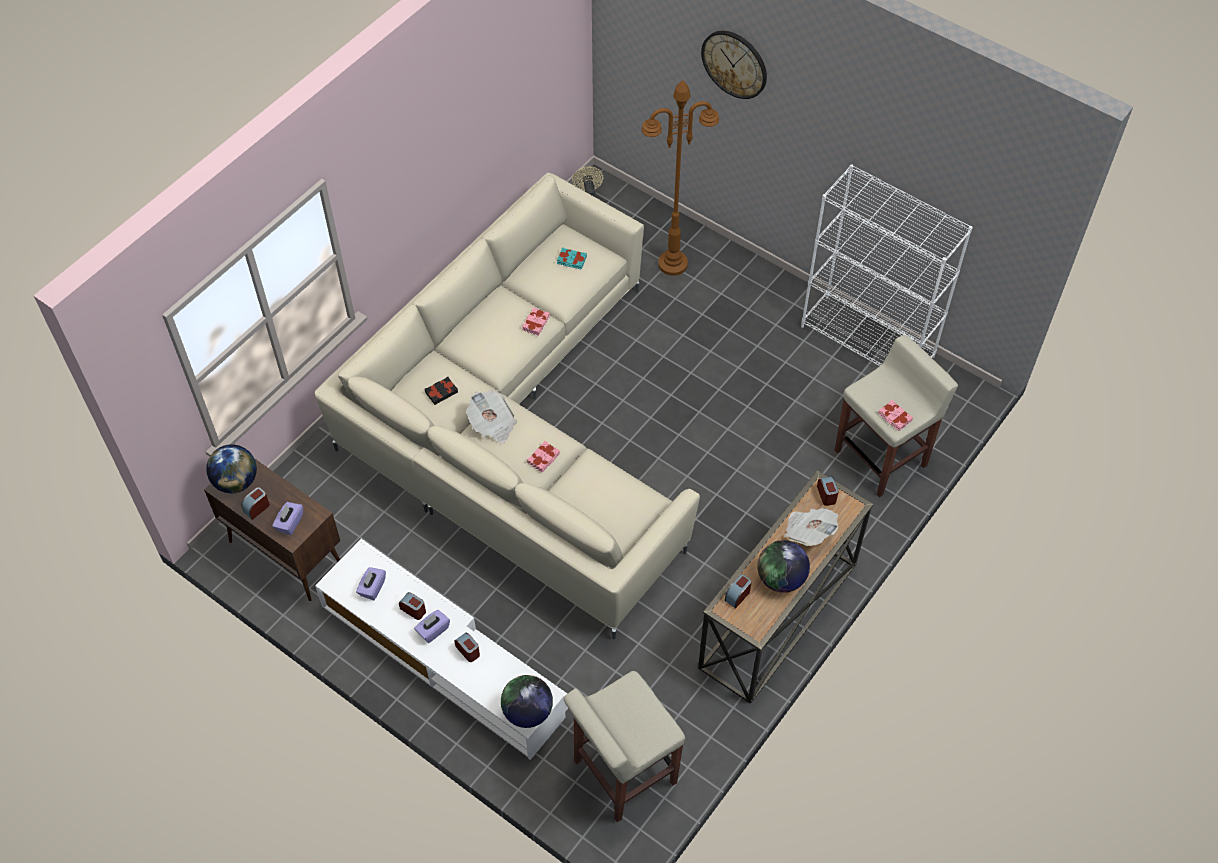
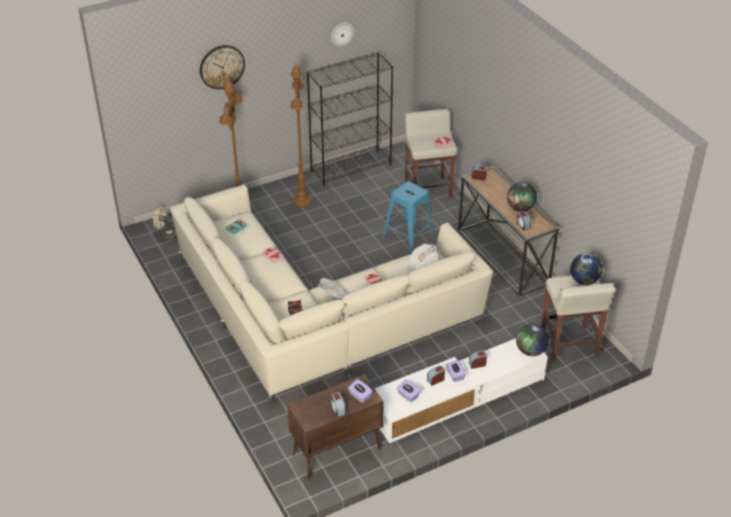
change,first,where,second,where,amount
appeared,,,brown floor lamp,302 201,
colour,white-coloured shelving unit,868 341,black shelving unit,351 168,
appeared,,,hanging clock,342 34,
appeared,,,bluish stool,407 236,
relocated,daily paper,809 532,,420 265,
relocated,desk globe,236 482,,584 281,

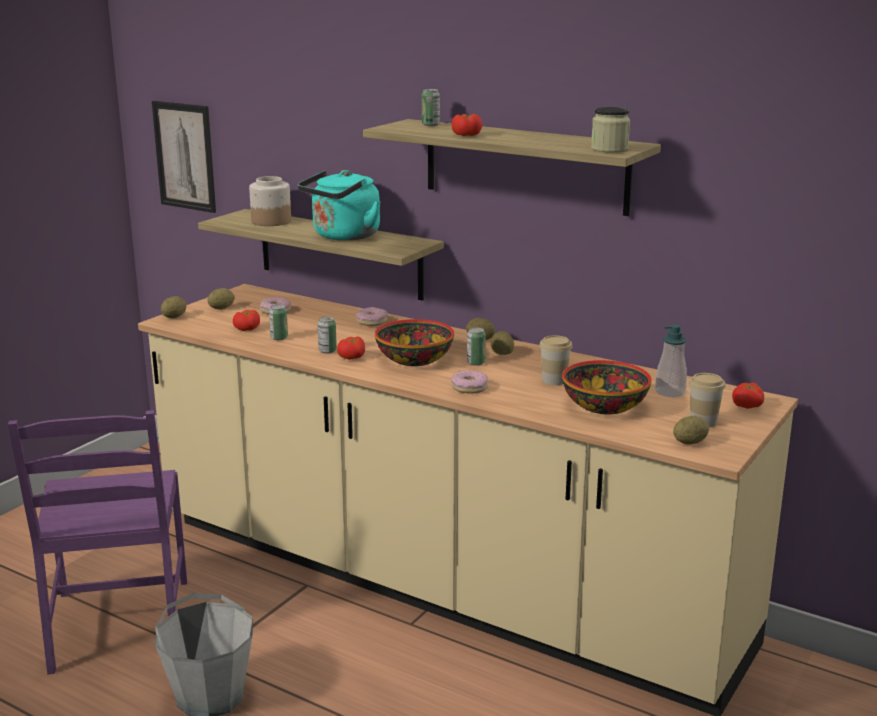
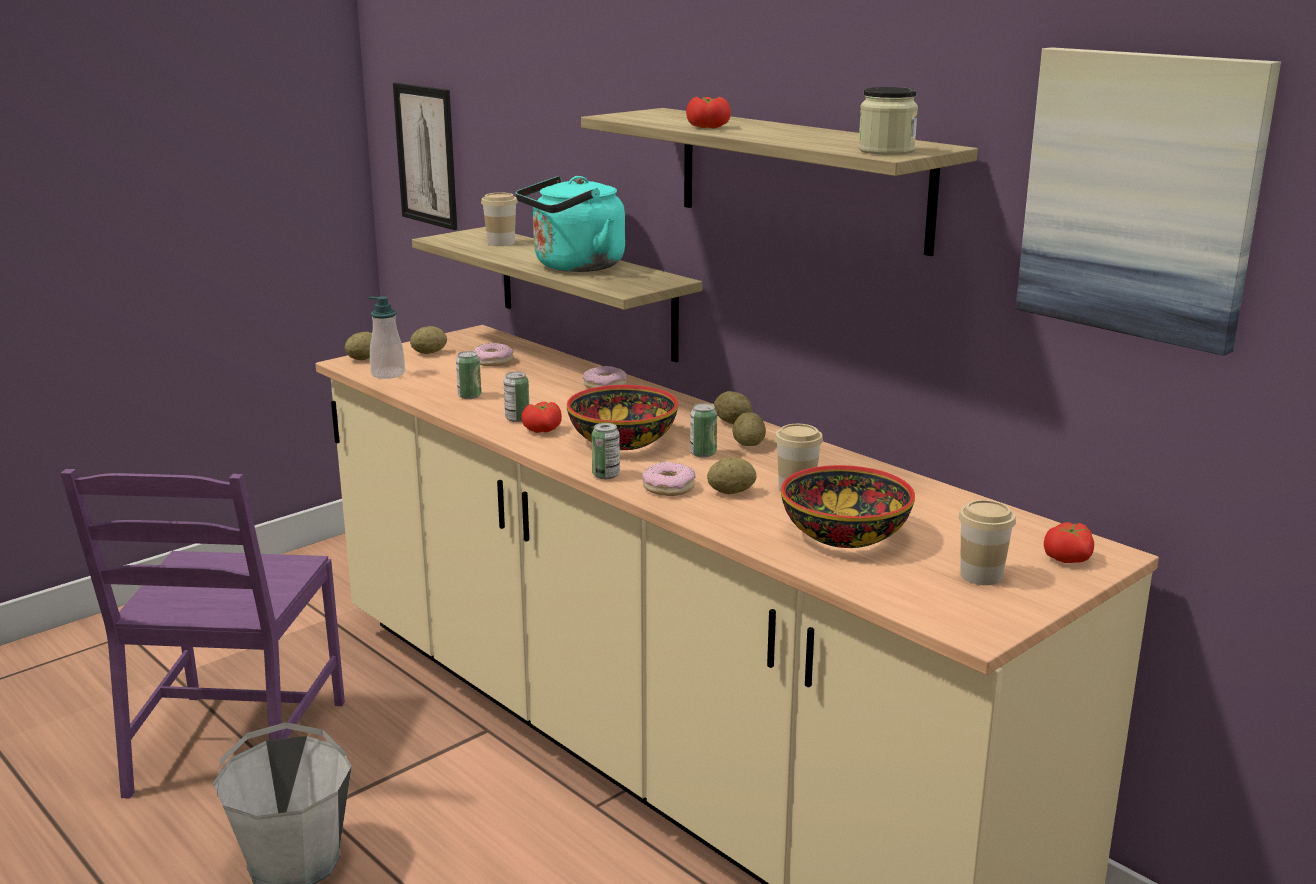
change,first,where,second,where,amount
relocated,soap bottle,670 392,,388 374,
exchanged,preserve jar,270 221,small cup,501 243,
relocated,can,430 125,,606 475,
relocated,spud,690 442,,731 492,
appeared,,,wall picture,1140 195,
missing,fresh tomato,247 329,,,

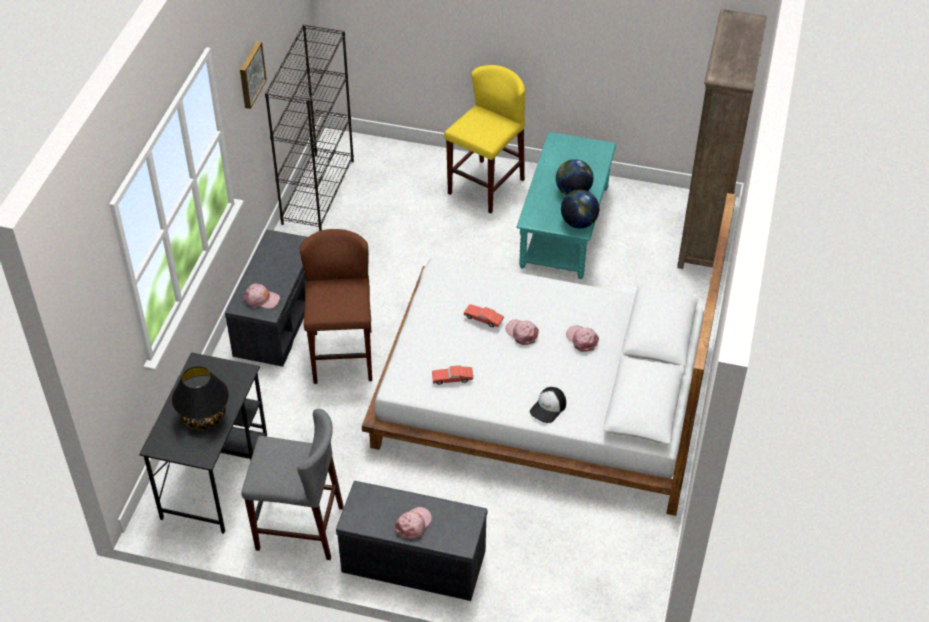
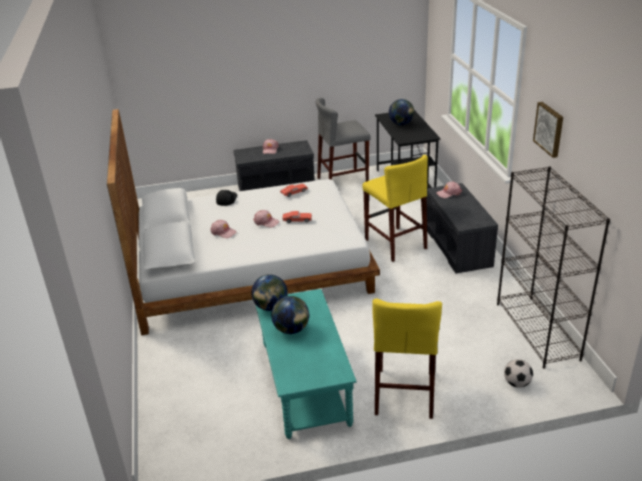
change,first,where,second,where,amount
colour,brown stool,342 357,yellowish stool,395 244,
exchanged,black table lamp,204 416,desk globe,401 124,
appeared,,,football,517 383,
missing,brown shelving unit,704 236,,,

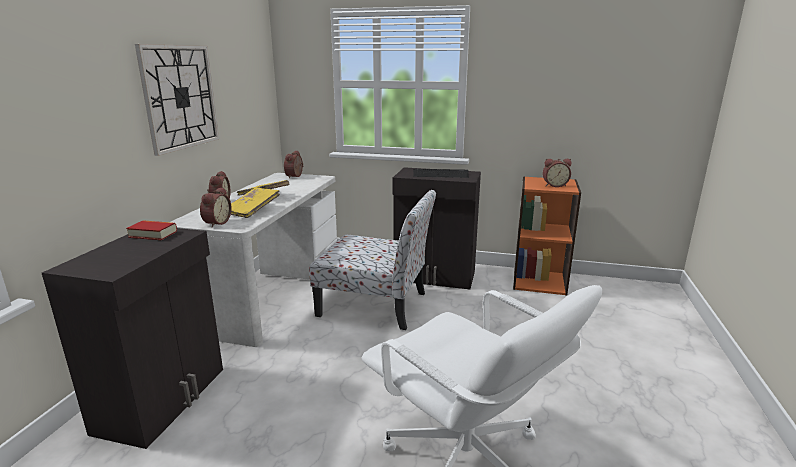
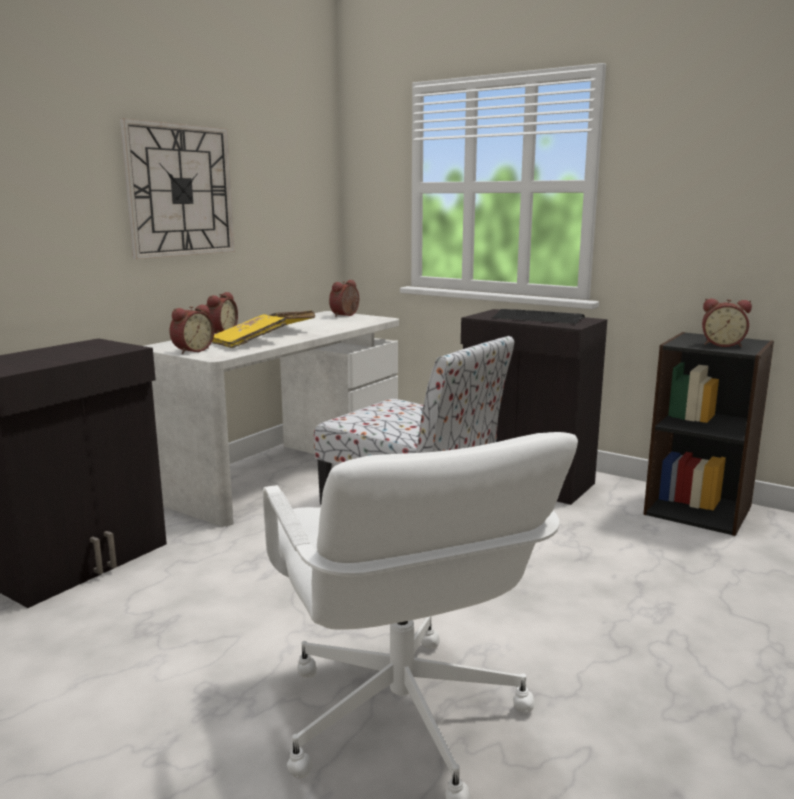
change,first,where,second,where,amount
colour,orange shelving unit,539 281,black shelving unit,698 510,
missing,bound book,153 234,,,

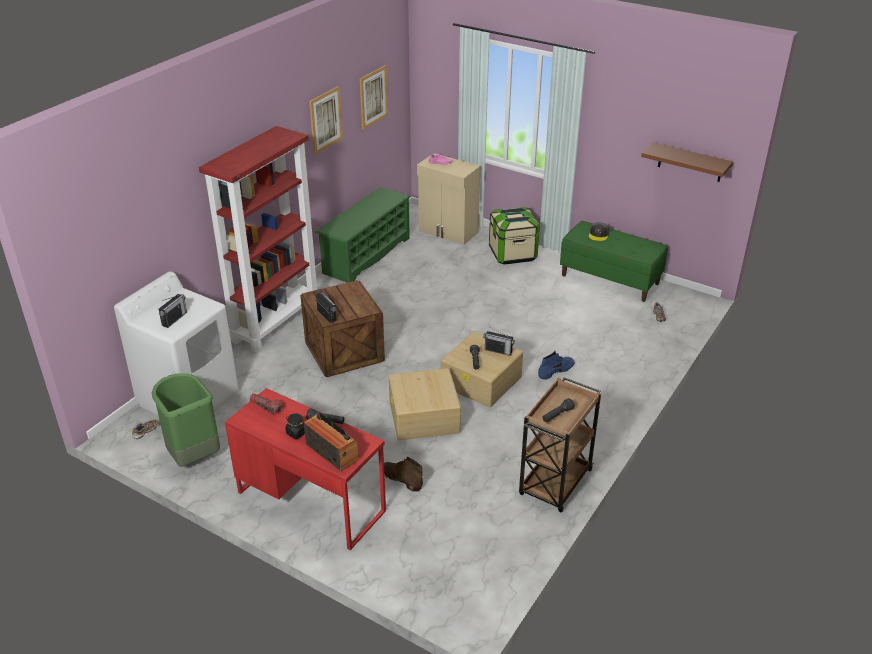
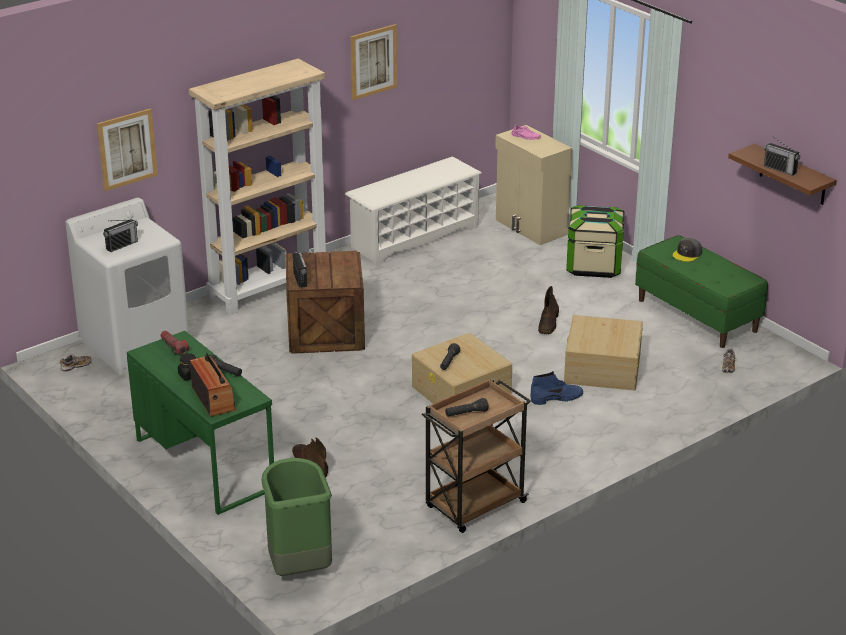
change,first,where,second,where,amount
relocated,wall picture,373 97,,127 149,
colour,red-coloured desk,311 501,greenish desk,204 464,
colour,red-coloured shelving unit,276 322,sand-coloured shelving unit,269 288,
relocated,greenish trash can,192 456,,298 567,
colour,greenish shoe shelf,366 255,white-coloured shoe shelf,414 237,
appeared,,,brown high-top boot,548 324,
relocated,sand-coloured storage bin,424 416,,602 368,
relocated,radio,498 351,,780 169,

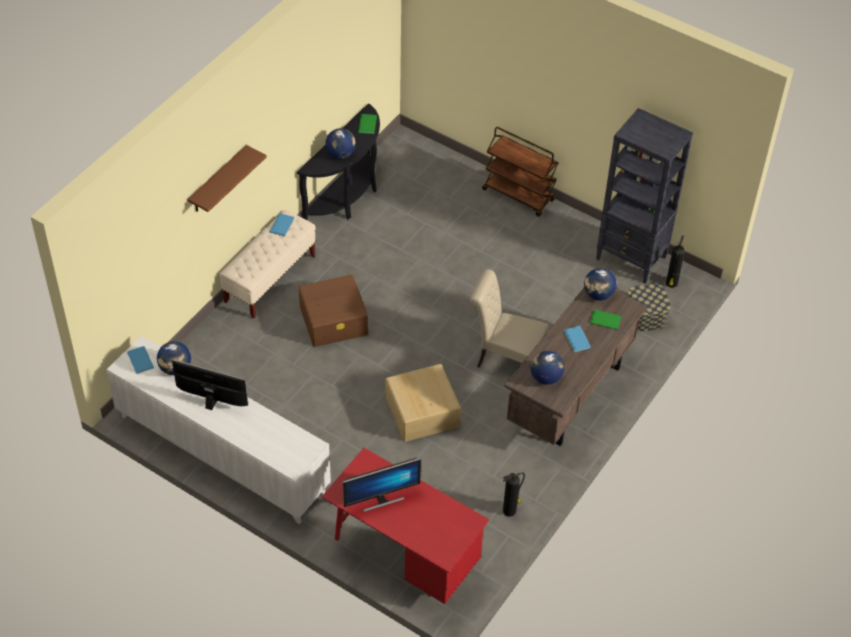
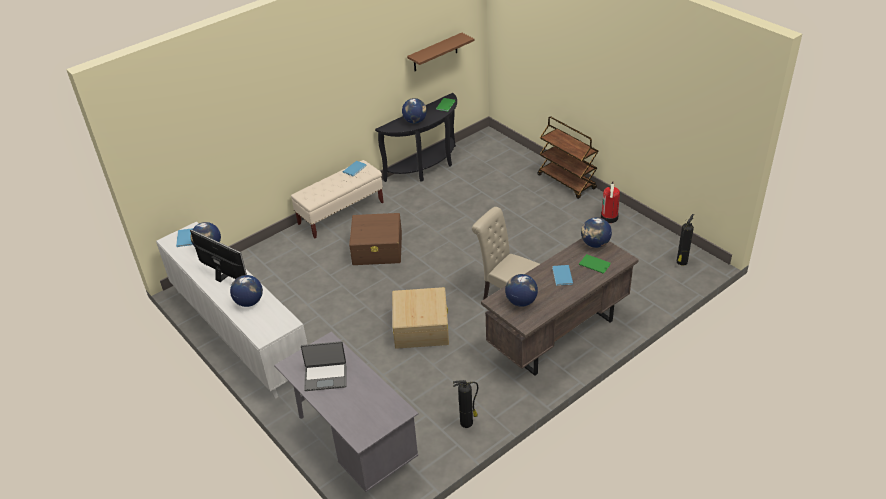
change,first,where,second,where,amount
appeared,,,desk globe,249 302,
colour,red-coloured desk,403 556,greyish desk,353 443,
exchanged,computer display,381 499,notebook computer,325 377,
relocated,brown bracket shelf,218 180,,435 52,
appeared,,,extinguisher,609 217,
missing,black shelving unit,631 258,,,
missing,storage bin,646 316,,,

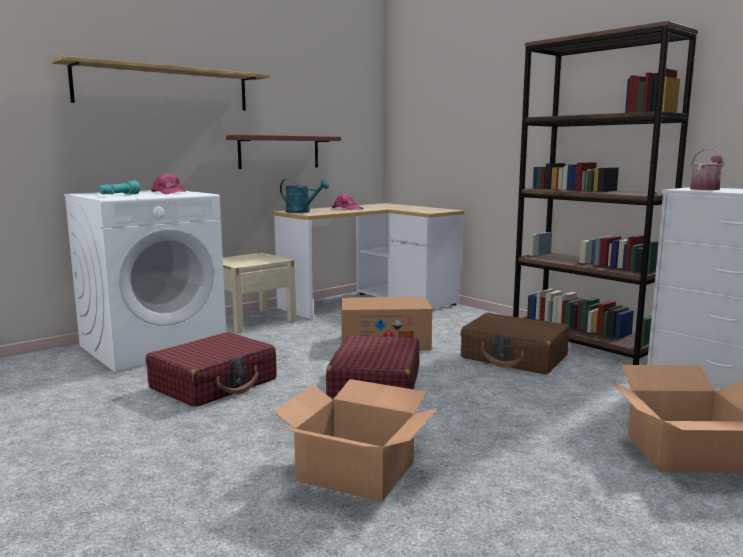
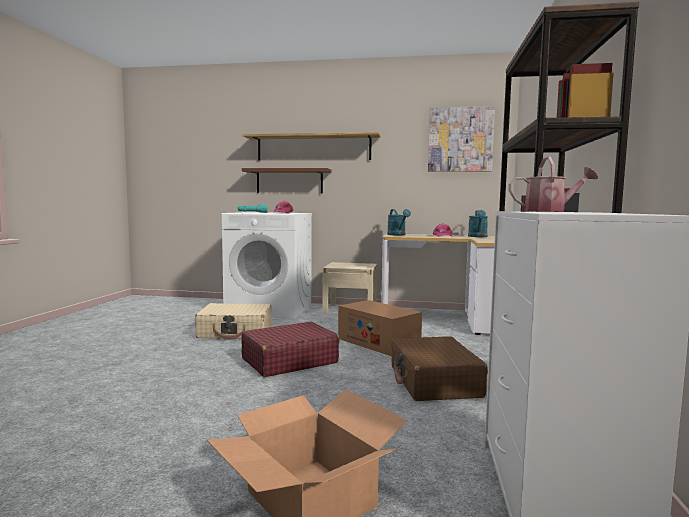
change,first,where,second,where,amount
colour,red-coloured piece of luggage,214 384,sand-coloured piece of luggage,235 332,
relocated,brown bracket shelf,279 152,,289 181,
appeared,,,wall picture,460 139,
appeared,,,turquoise watering pot,478 236,
missing,packing box,356 471,,,

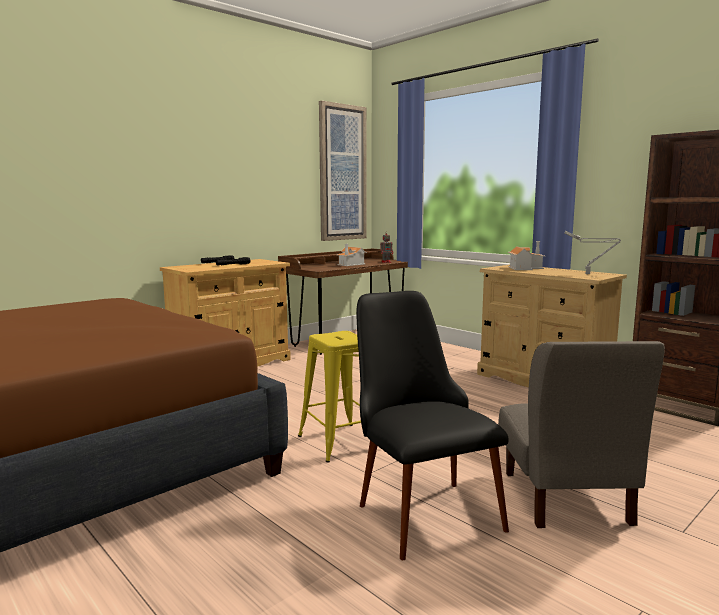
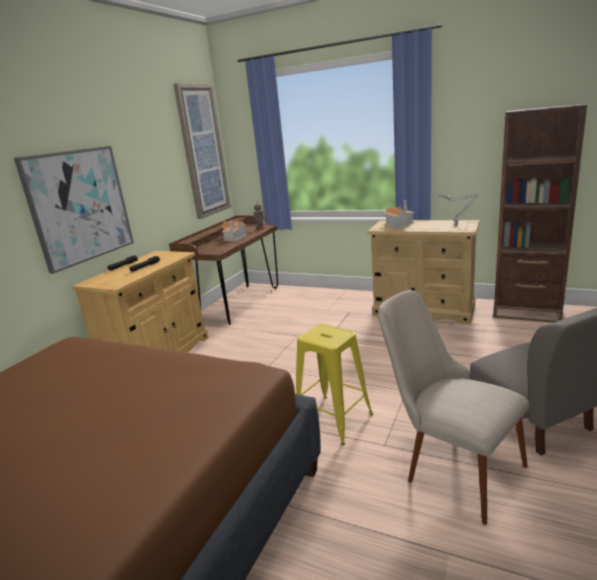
change,first,where,second,where,amount
appeared,,,wall picture,80 206,
colour,black chair,419 505,sand-coloured chair,448 464,

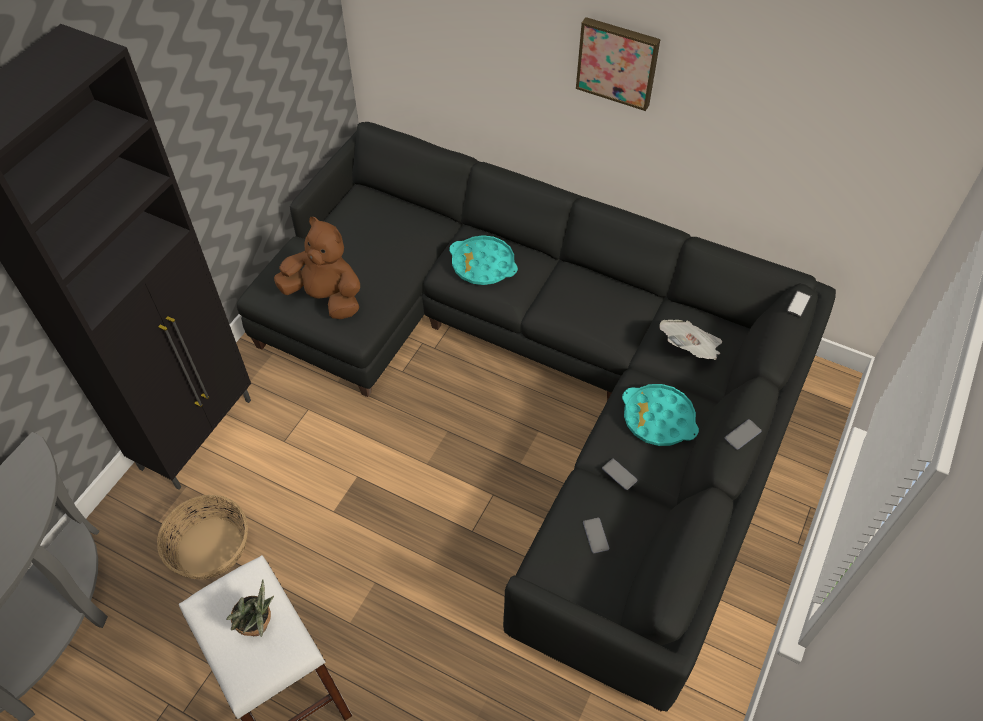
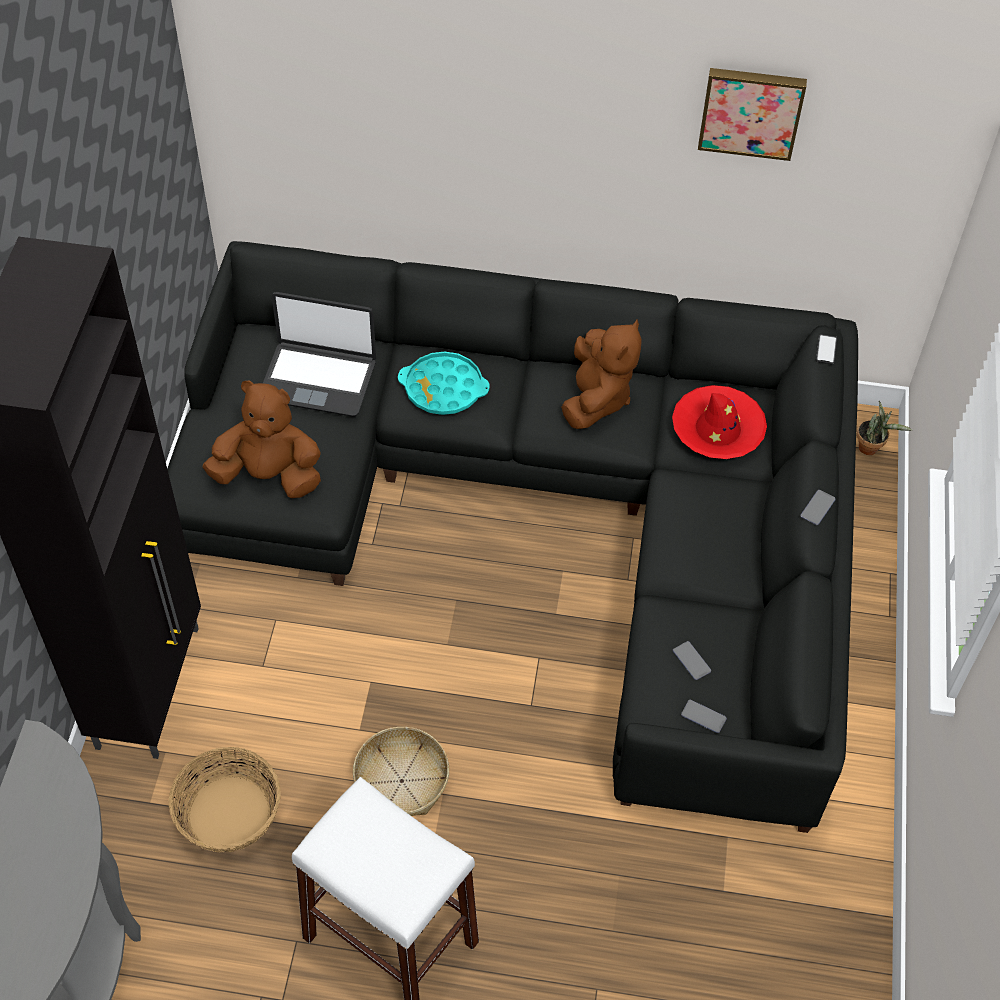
change,first,where,second,where,amount
appeared,,,notebook computer,318 379,
appeared,,,household basket,402 780,
appeared,,,brown plush toy,596 399,
exchanged,daily paper,690 349,red-coloured clothing hat,717 429,
relocated,telephone,619 474,,703 717,
relocated,wall picture,618 62,,751 111,
relocated,potted plant,259 627,,871 448,
missing,turquoise carrying tray,658 419,,,

